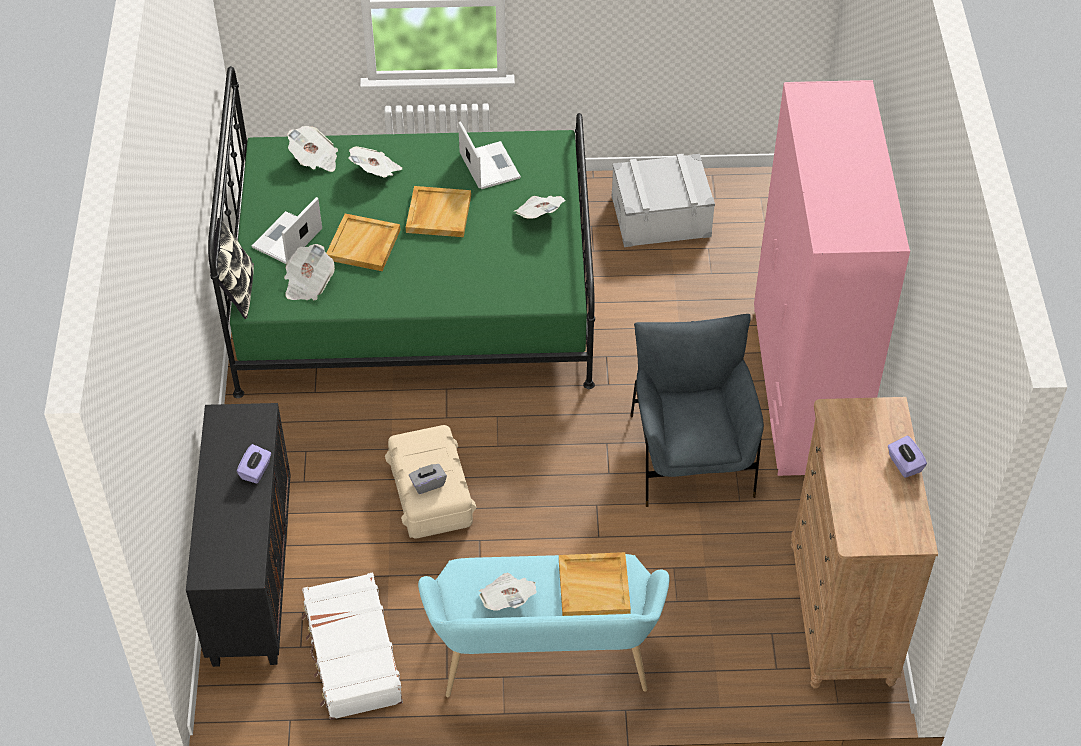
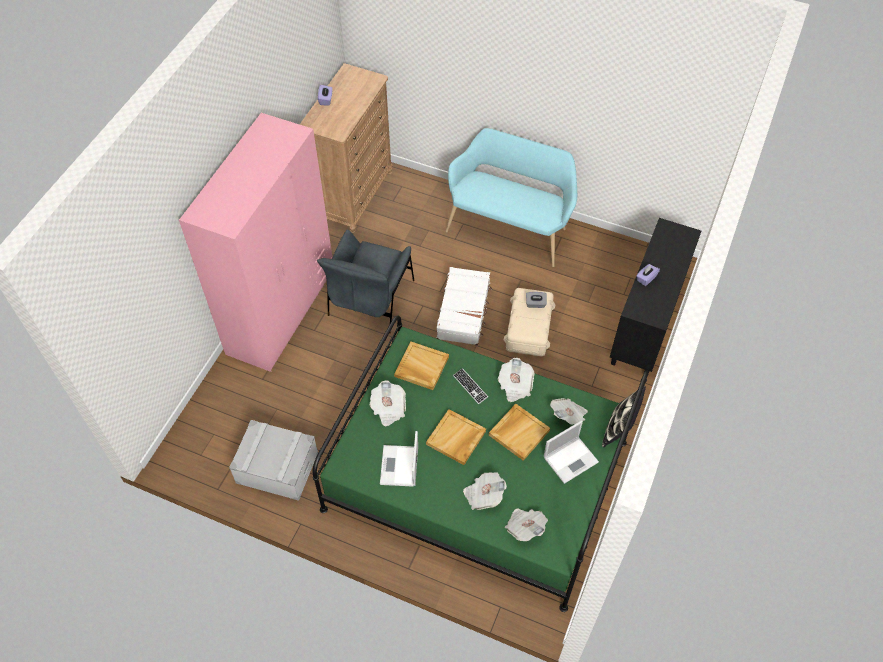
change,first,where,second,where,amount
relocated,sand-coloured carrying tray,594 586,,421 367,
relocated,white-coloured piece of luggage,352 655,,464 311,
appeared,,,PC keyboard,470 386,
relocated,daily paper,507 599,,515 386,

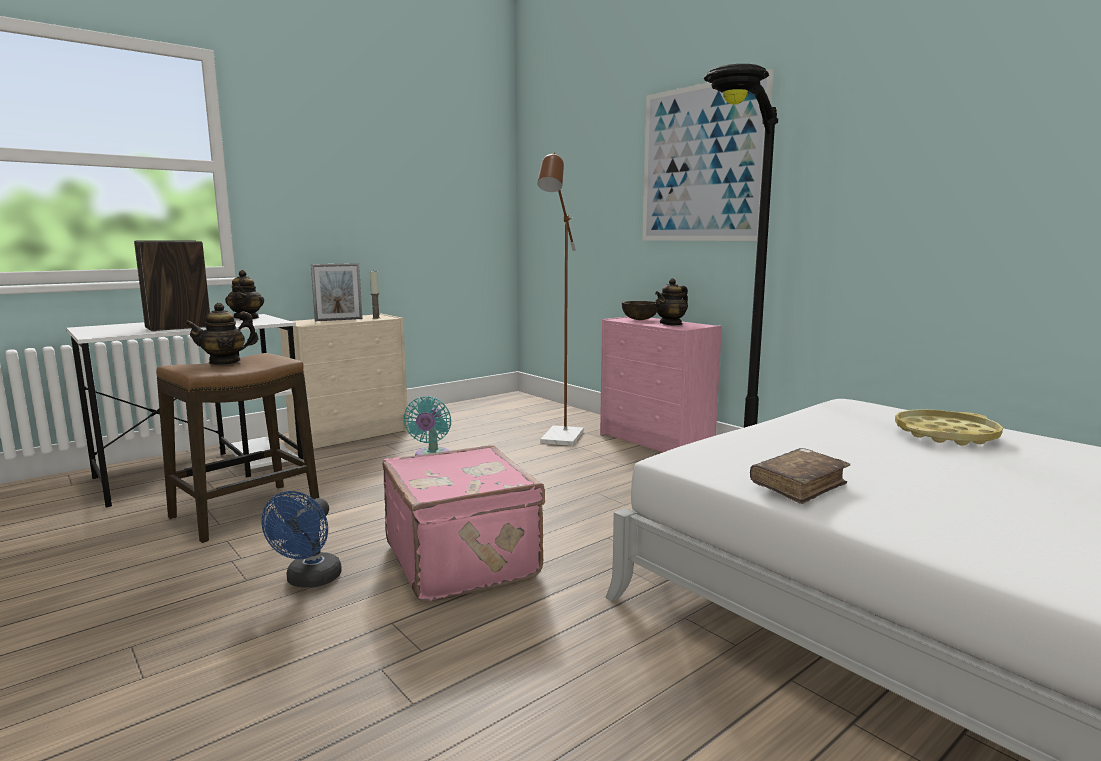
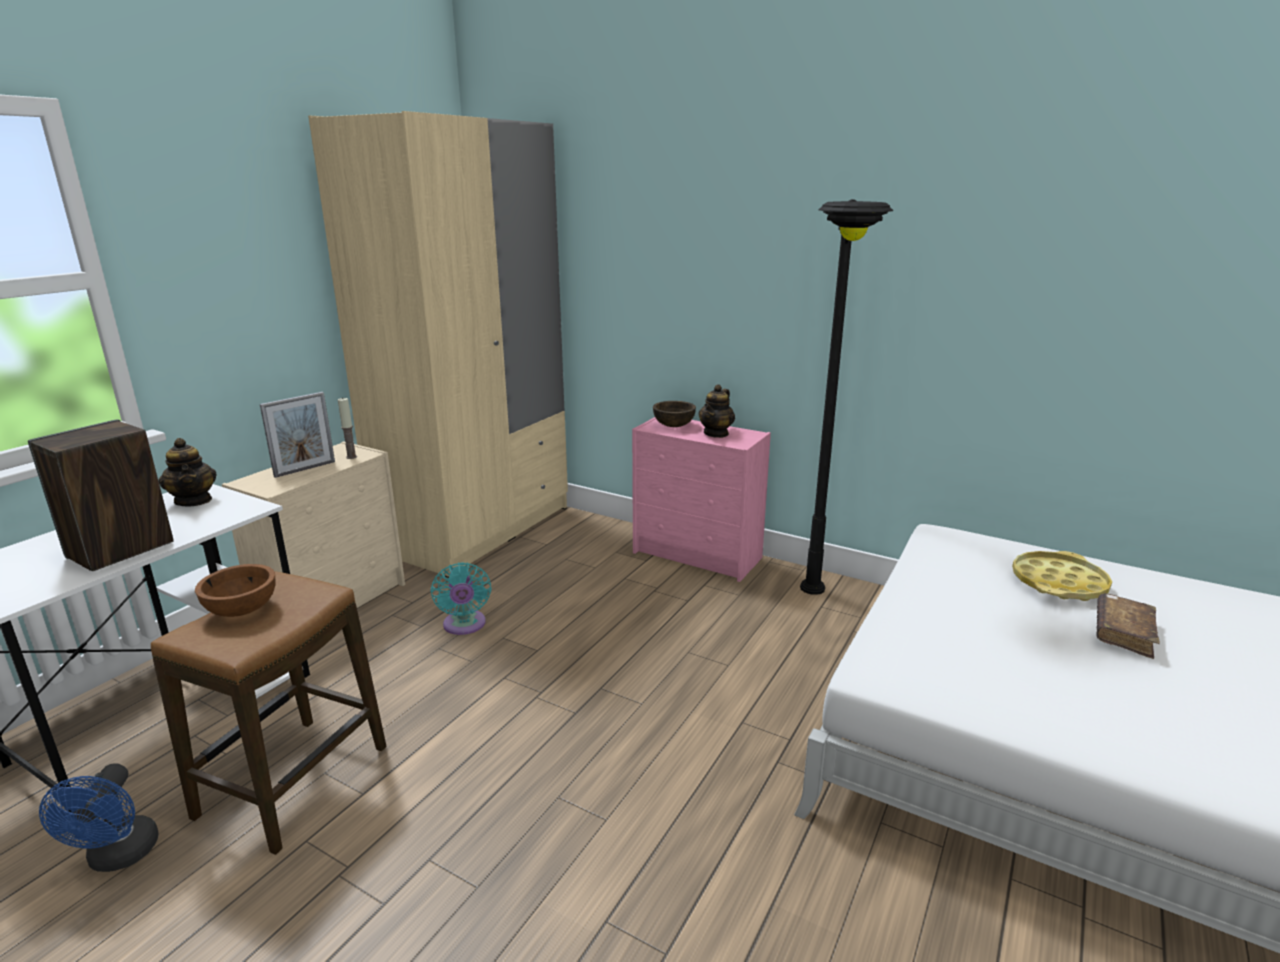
change,first,where,second,where,amount
relocated,bluish cooling fan,309 581,,119 857,
exchanged,teapot,225 362,brown deep dish,242 609,
appeared,,,sand-coloured wardrobe,477 529,
relocated,brown bound book,798 485,,1123 633,
missing,pink-coloured piece of luggage,464 559,,,
missing,brown floor lamp,560 440,,,
missing,wall picture,701 164,,,

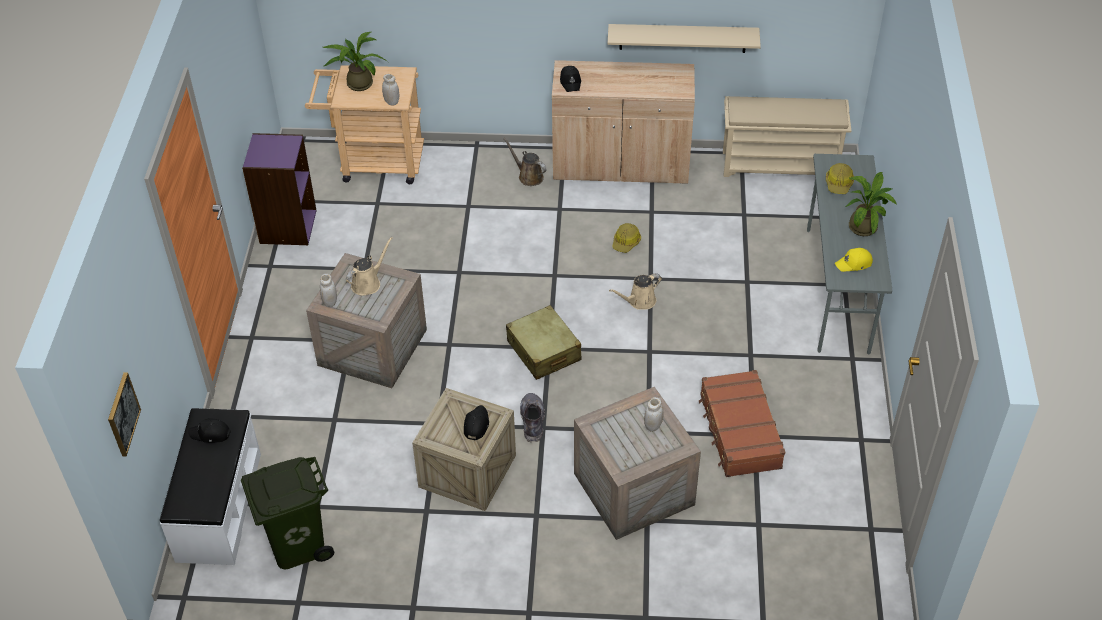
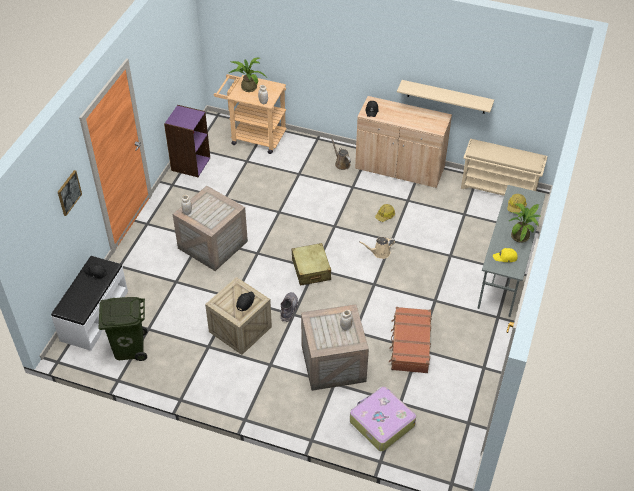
change,first,where,second,where,amount
relocated,wall picture,122 414,,69 192,
appeared,,,piece of luggage,381 423,
missing,sand-coloured watering pot,368 283,,,

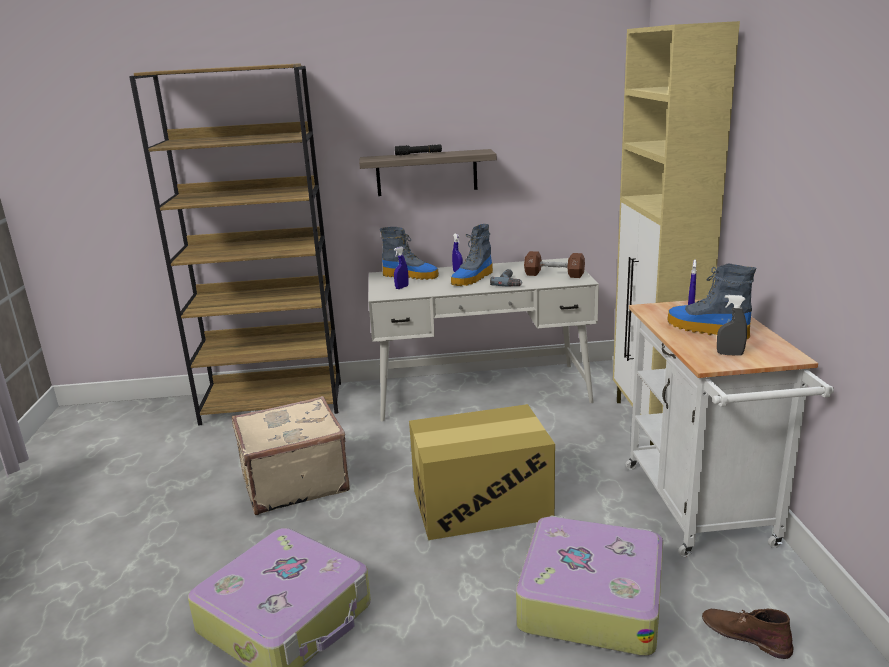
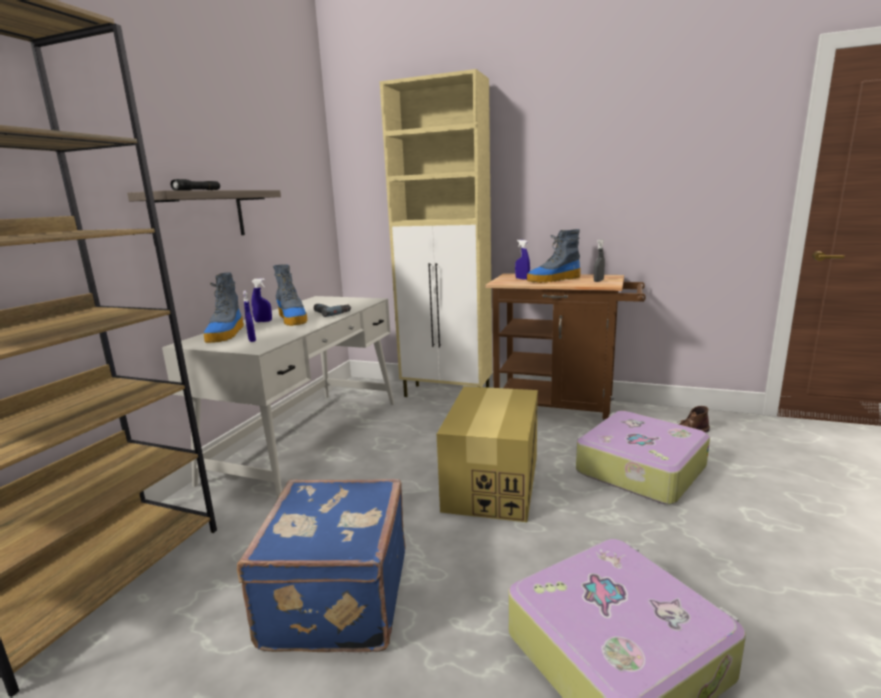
change,first,where,second,where,amount
spun,high-top boot,411 276,,226 334,135 degrees clockwise
colour,sand-coloured piece of luggage,293 482,bluish piece of luggage,334 598,
colour,white-coloured wheeled cart,703 511,brown wheeled cart,562 410,
missing,brown free weight,554 274,,,

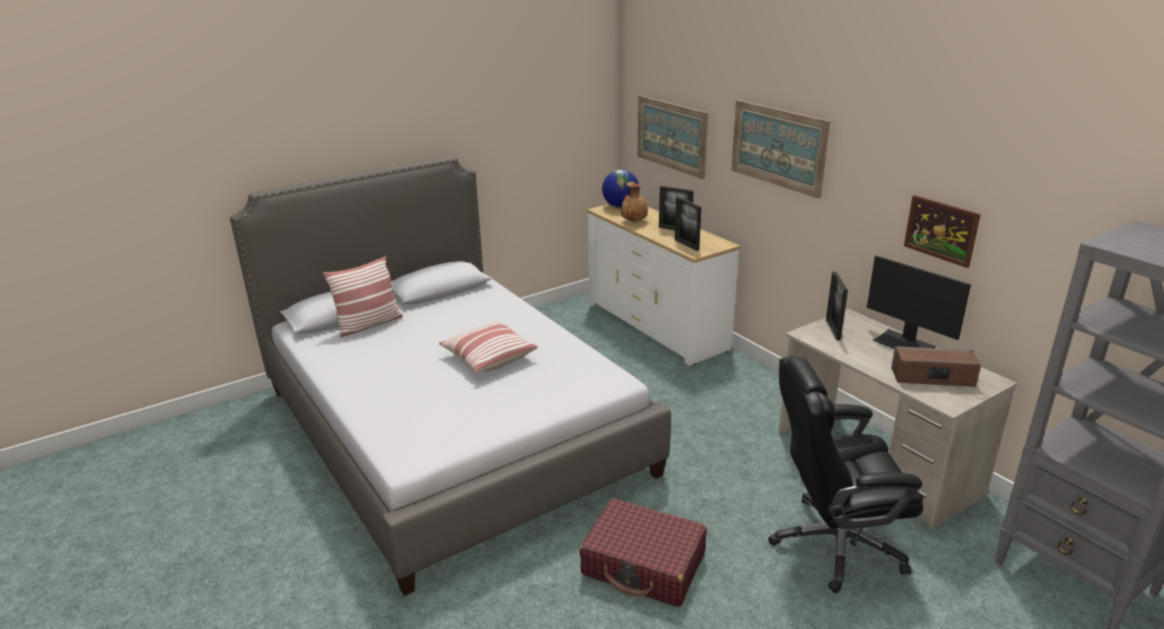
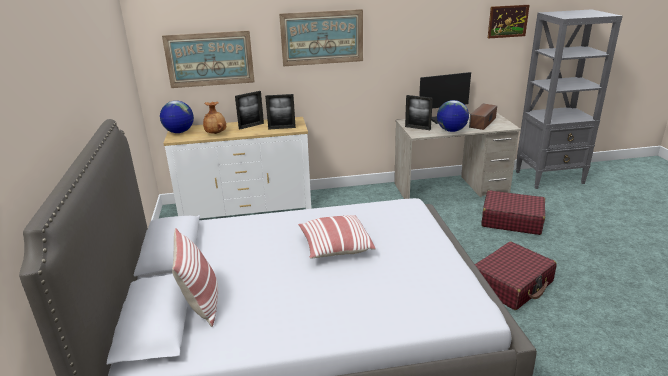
change,first,where,second,where,amount
appeared,,,desk globe,451 130,
exchanged,black computer chair,834 544,red-coloured piece of luggage,511 220,
relocated,wall picture,941 230,,507 21,

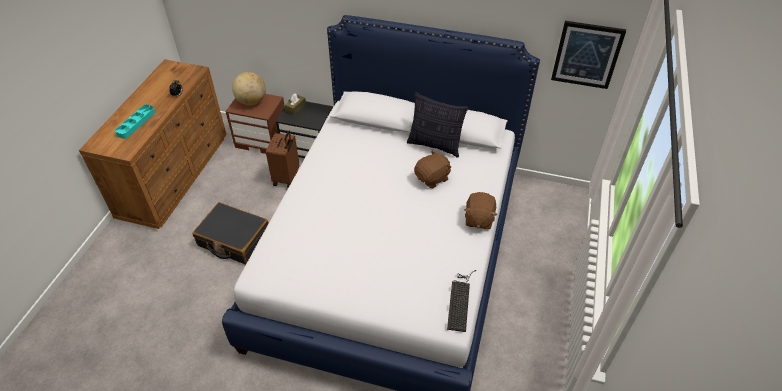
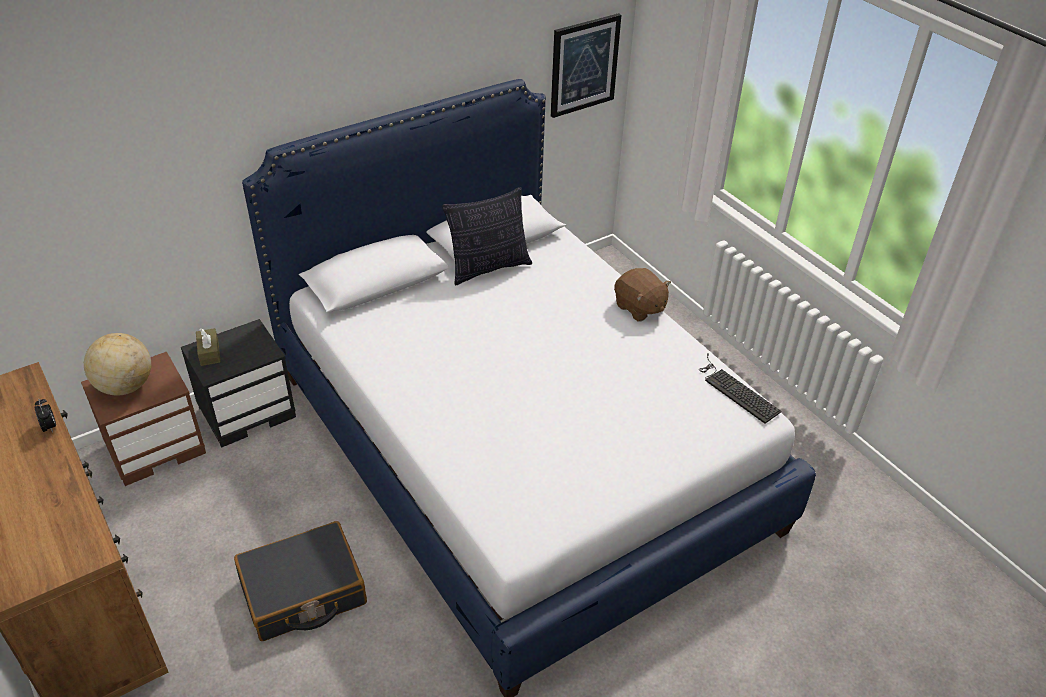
change,first,where,second,where,amount
missing,turquoise carrying tray,136 123,,,
missing,brown piece of luggage,287 178,,,
missing,brown plush toy,432 178,,,

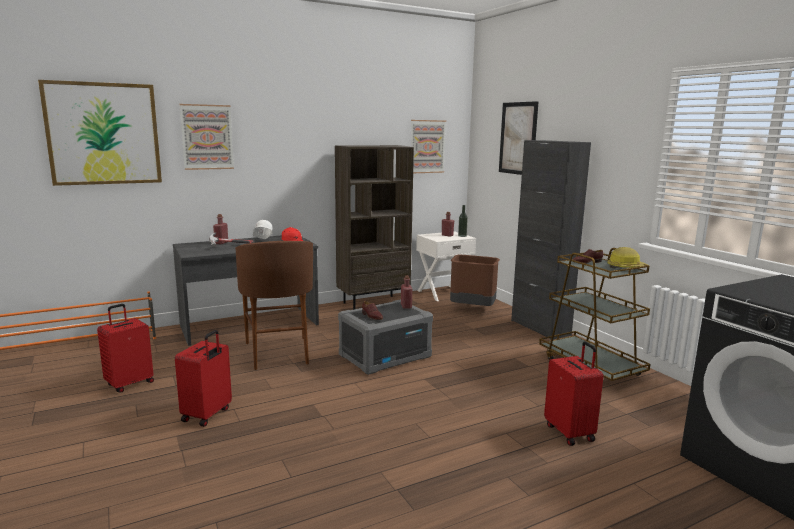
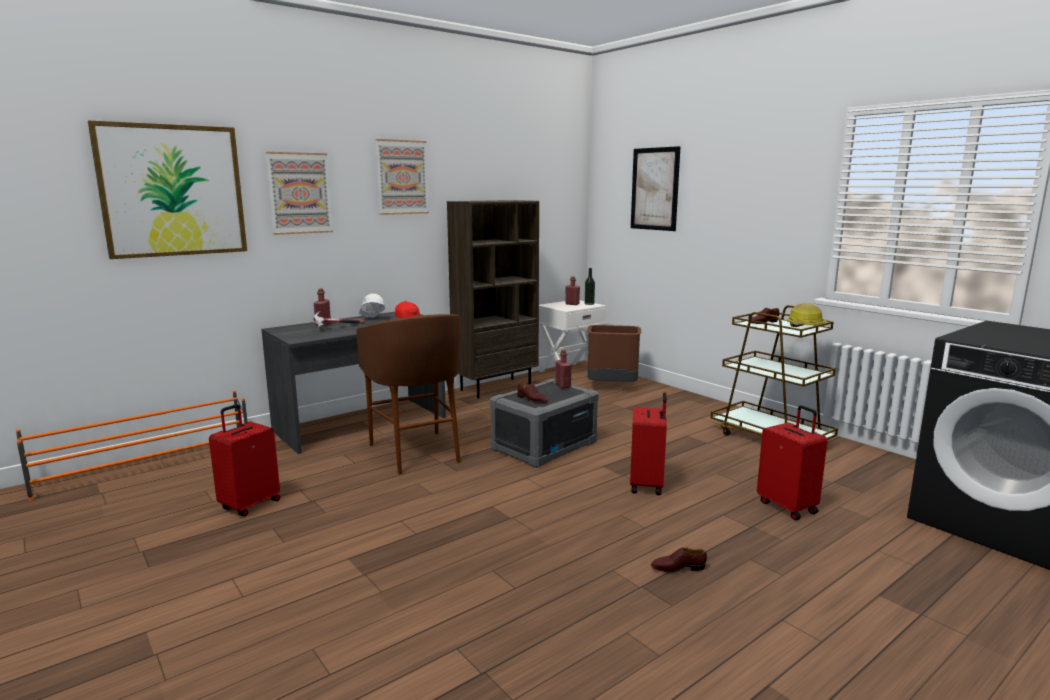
change,first,where,second,where,amount
relocated,wall picture,427 146,,402 177,
relocated,red-coloured piece of luggage,207 415,,647 485,
appeared,,,brown item of footwear,678 568,
missing,black storage cabinet,540 327,,,

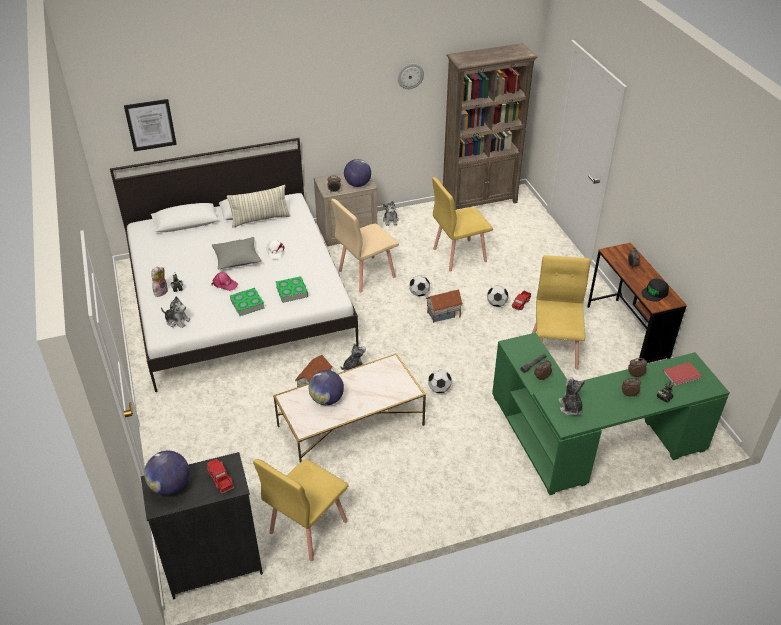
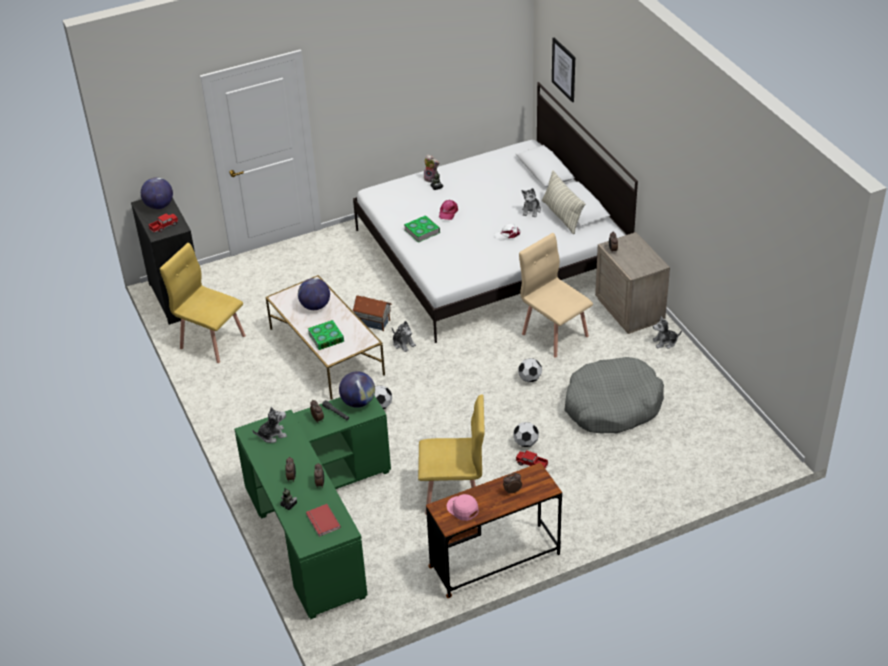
change,first,where,second,where,amount
relocated,bound book,292 292,,326 337,
relocated,desk globe,357 184,,358 402,
colour,black cap,655 293,pink-coloured cap,462 509,
relocated,plush toy,177 321,,531 210,
exchanged,yellowish chair,459 255,greyish dog bed,612 405,
missing,greyish pillow,237 259,,,
missing,hanging clock,410 76,,,
missing,toy house,443 315,,,
missing,brown shelving unit,480 201,,,

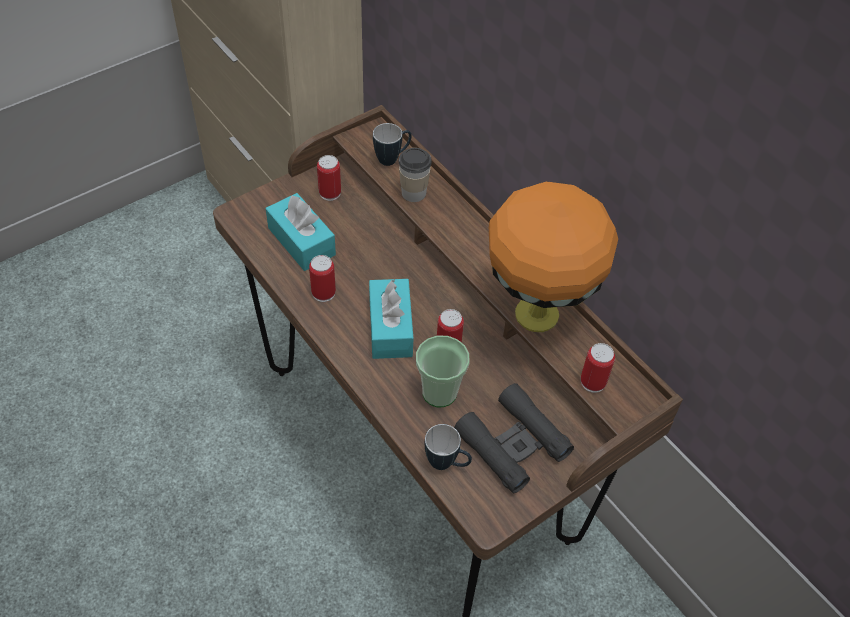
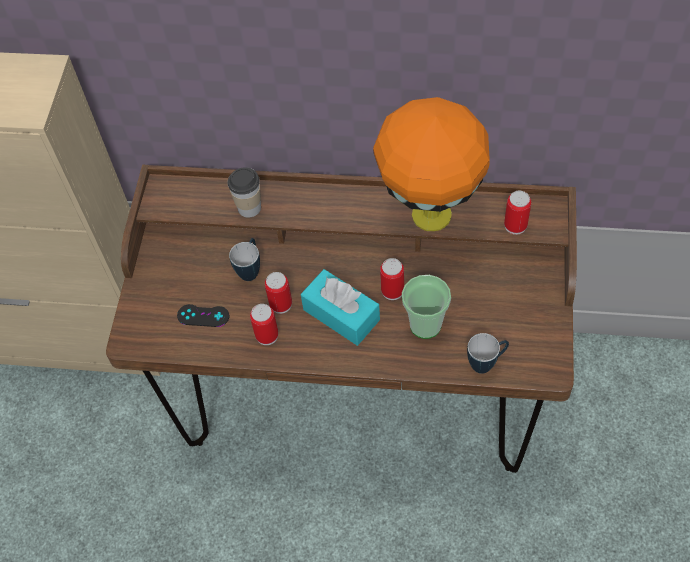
change,first,where,second,where,amount
exchanged,turquoise tissue box,301 241,black gamepad,203 316,
relocated,mug,392 158,,250 269,
relocated,can,330 193,,281 304,
missing,black field glasses,513 443,,,

